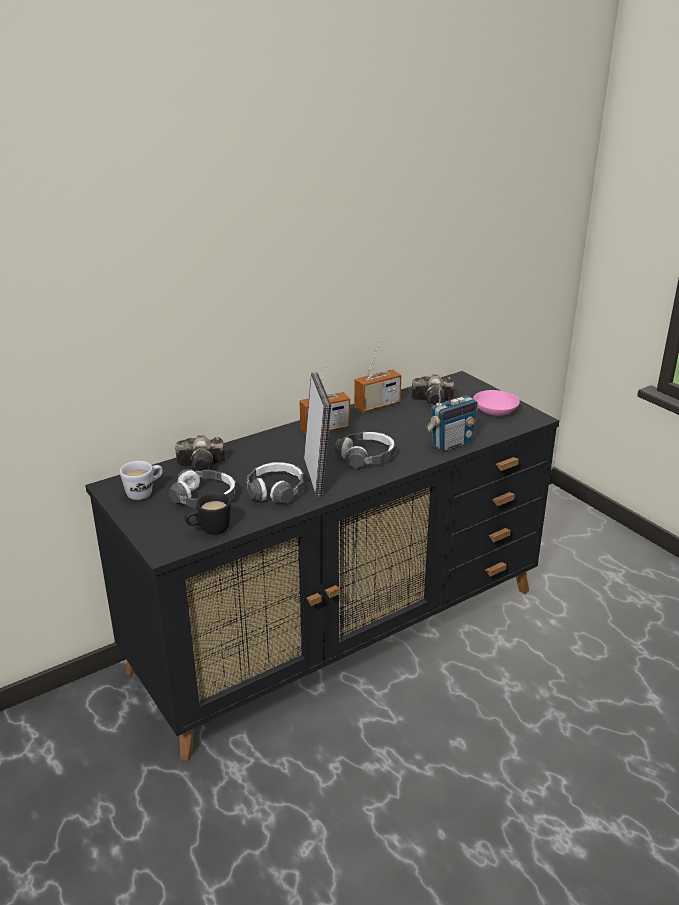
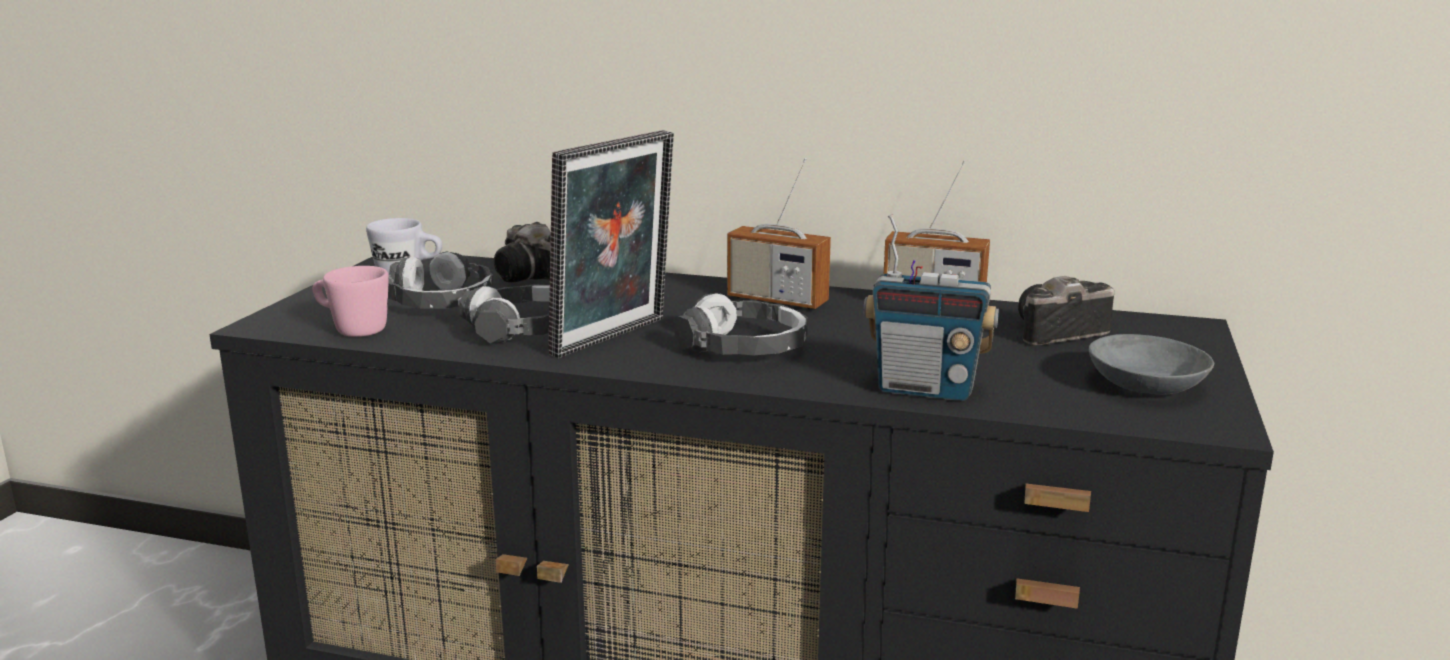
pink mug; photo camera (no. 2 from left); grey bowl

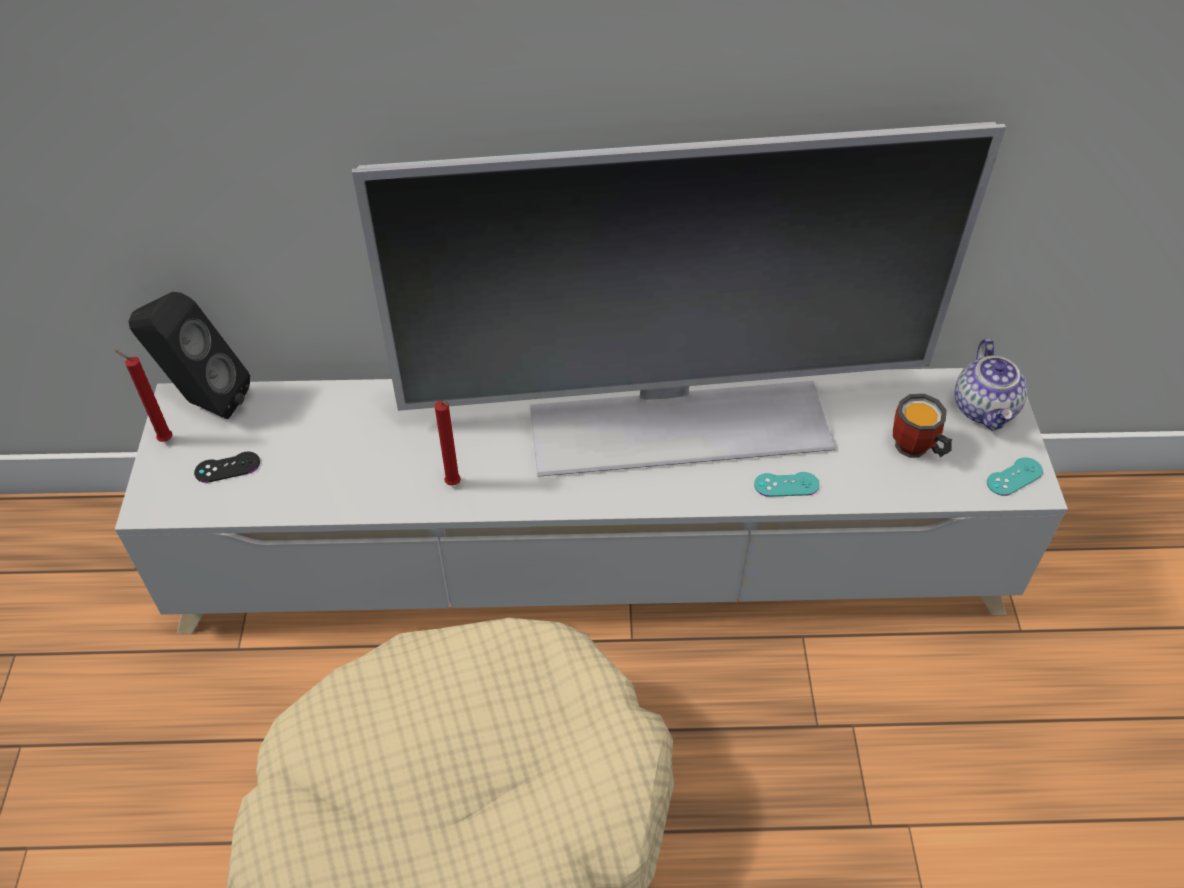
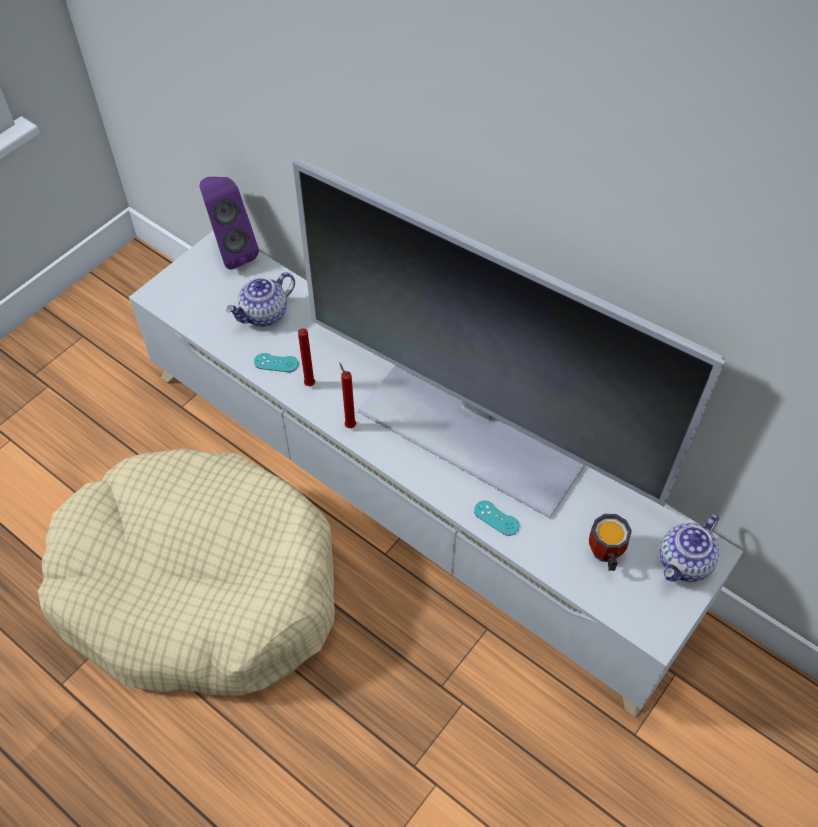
purple speaker; teapot (no. 1 from left); turquoise game controller (no. 1 from left); red candle (no. 2 from left); black game controller

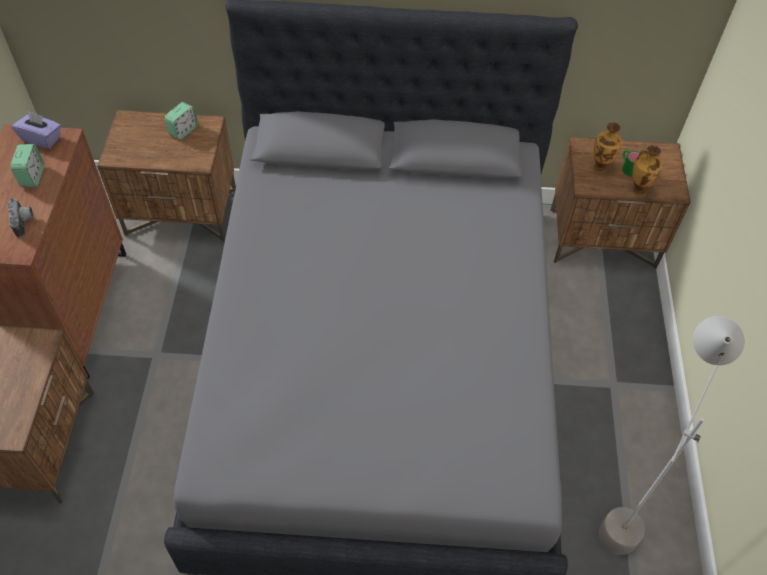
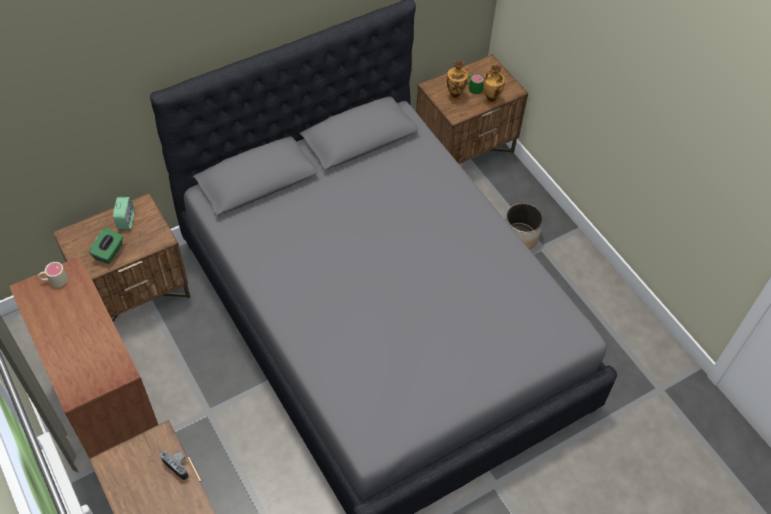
beige mug; green tissue box; photo camera; planter; alarm clock (no. 1 from left in the first image); grey floor lamp

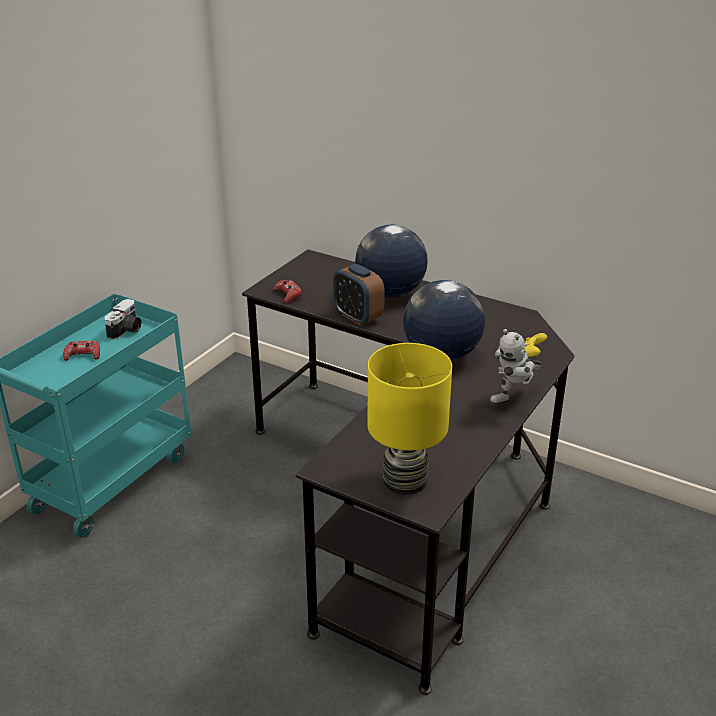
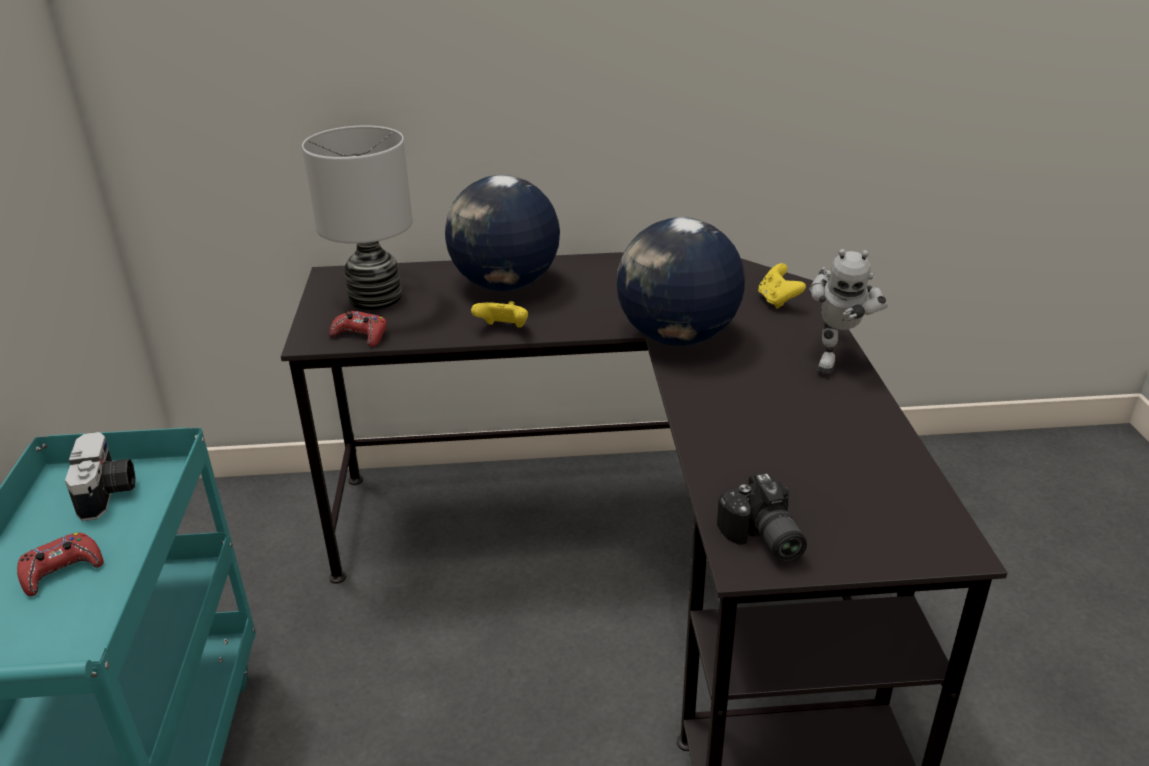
grey table lamp; yellow game controller (no. 1 from left); photo camera (no. 2 from left); yellow table lamp

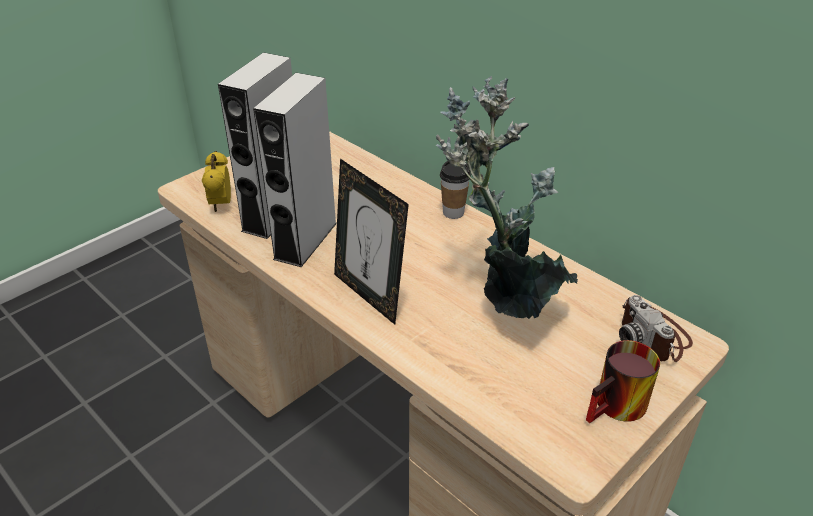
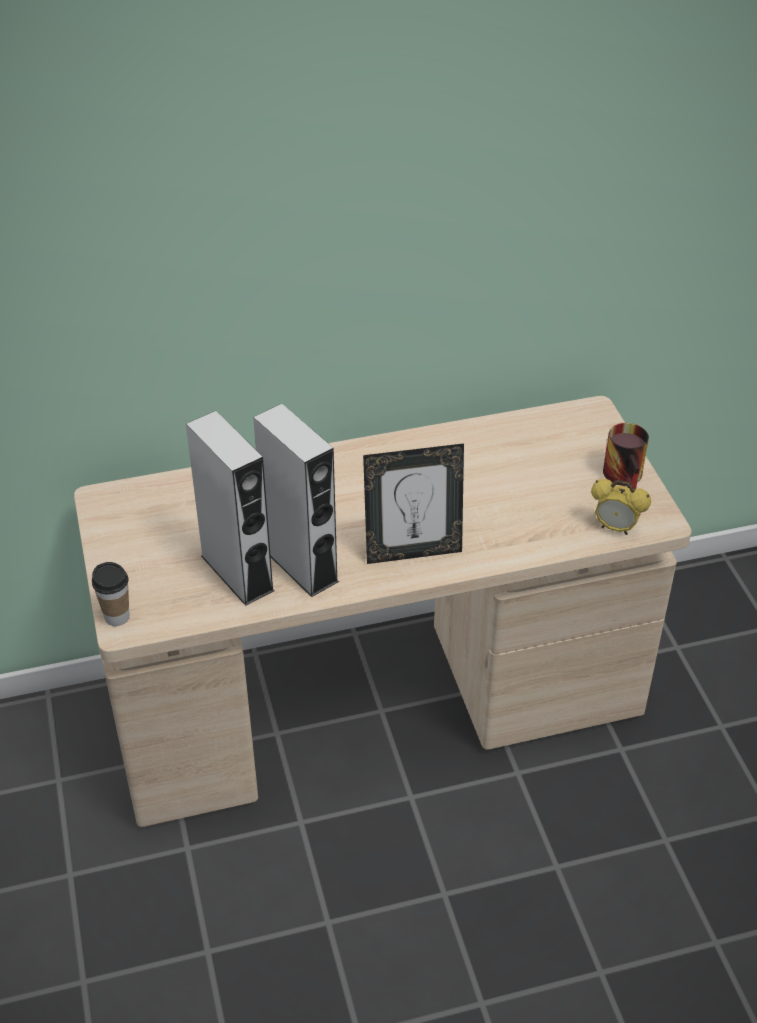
cup; alarm clock; potted plant; photo camera

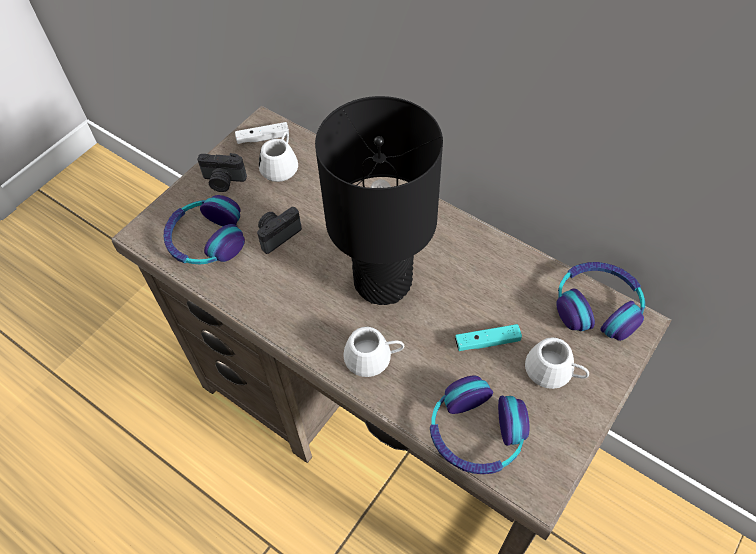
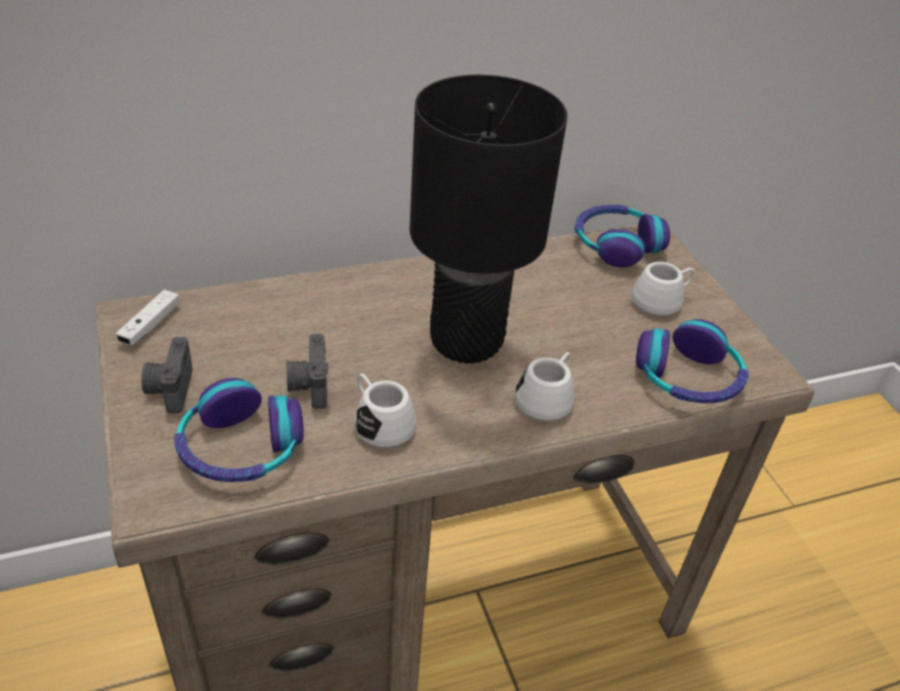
photo camera (no. 1 from left); white mug (no. 1 from left); turquoise game controller

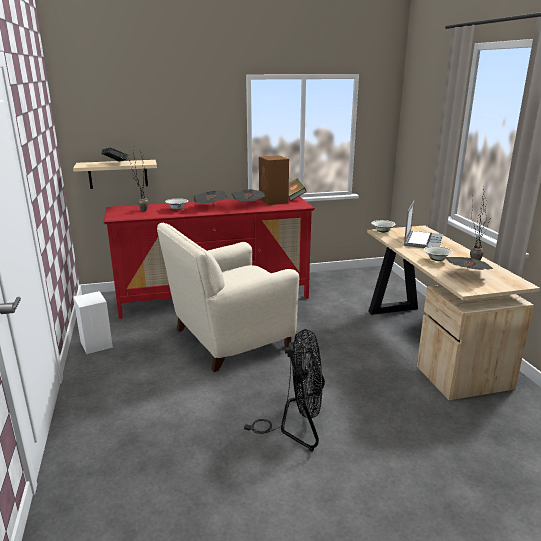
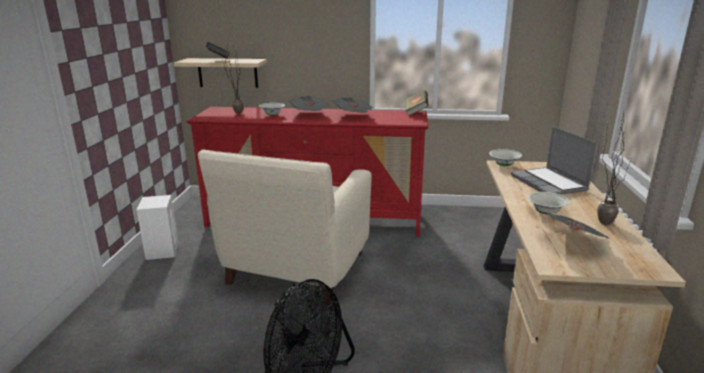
beige armchair; laptop; brown speaker

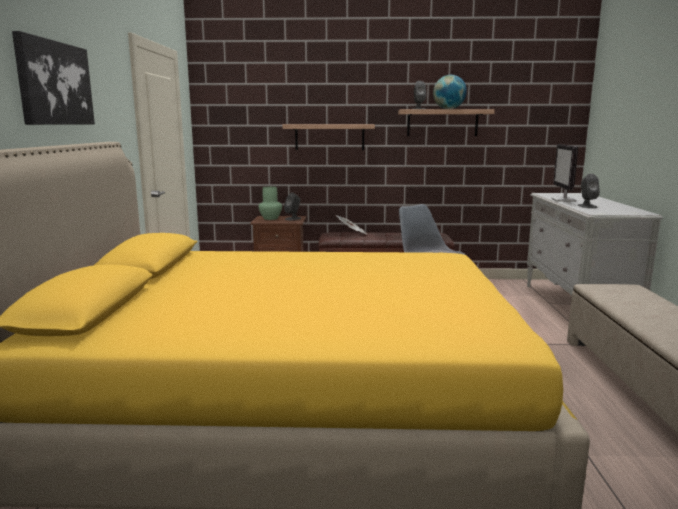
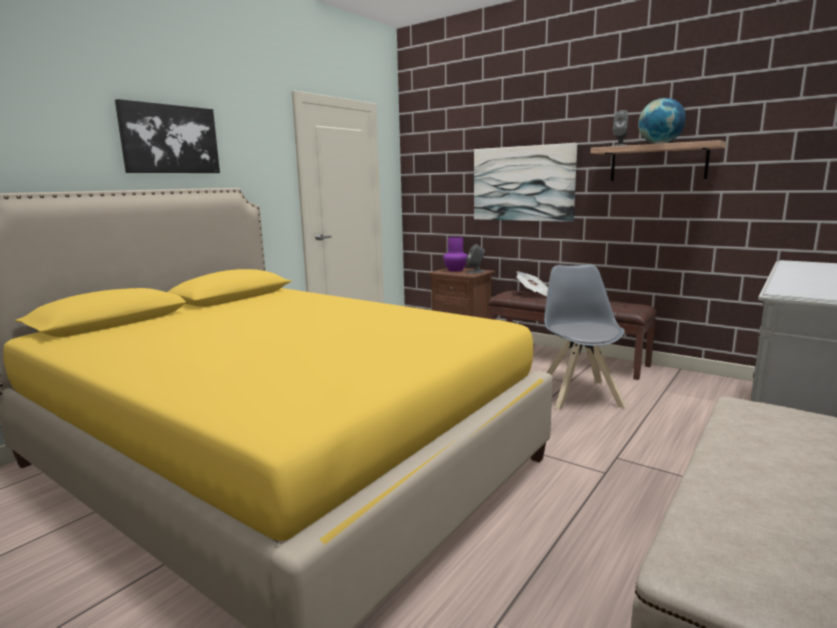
purple vase; picture (no. 2 from left); monitor; grey speaker (no. 3 from left in the first image)

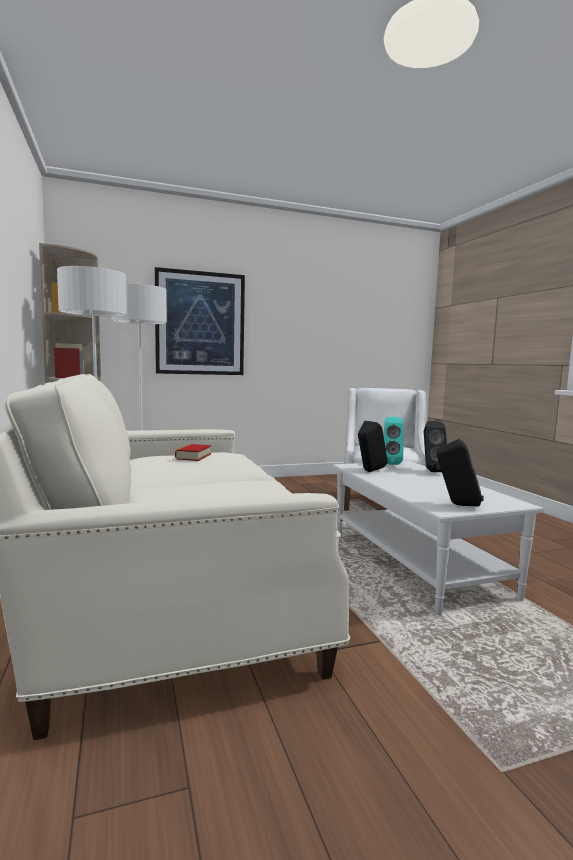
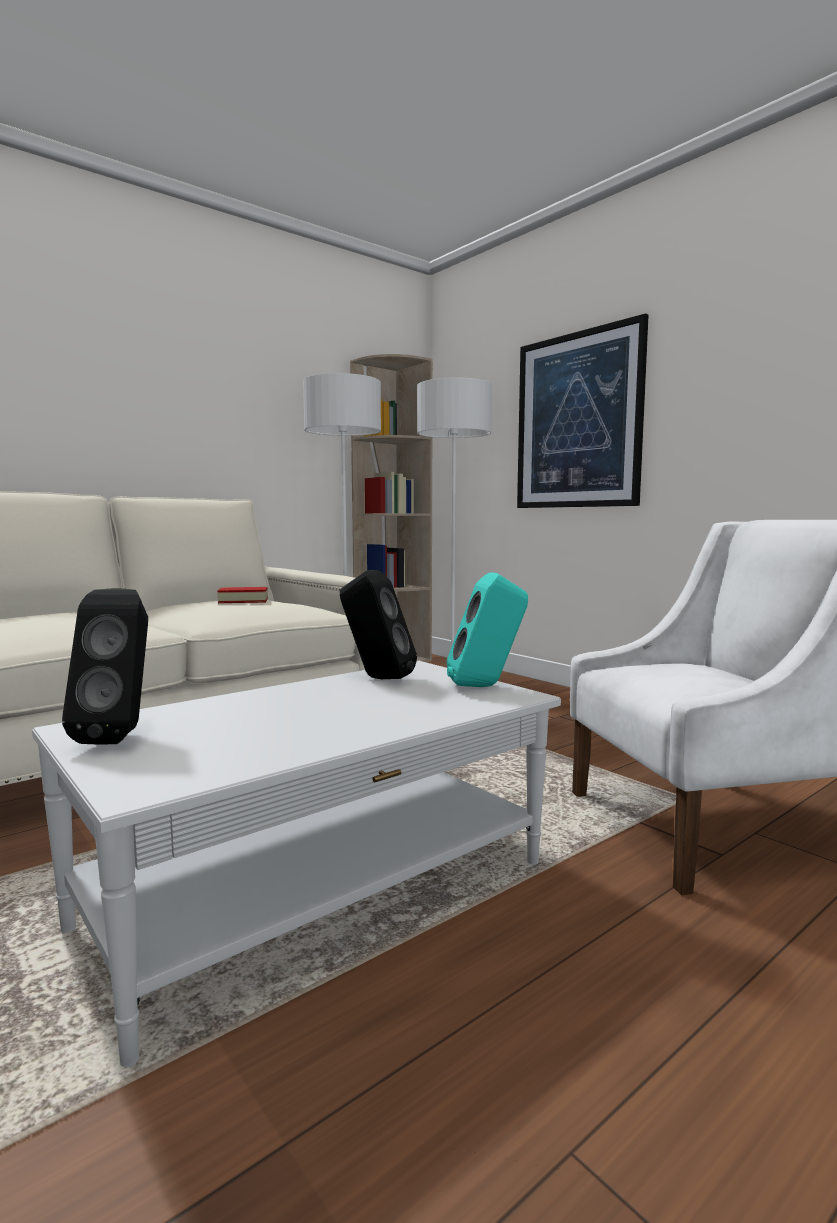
black speaker (no. 2 from left in the first image)

